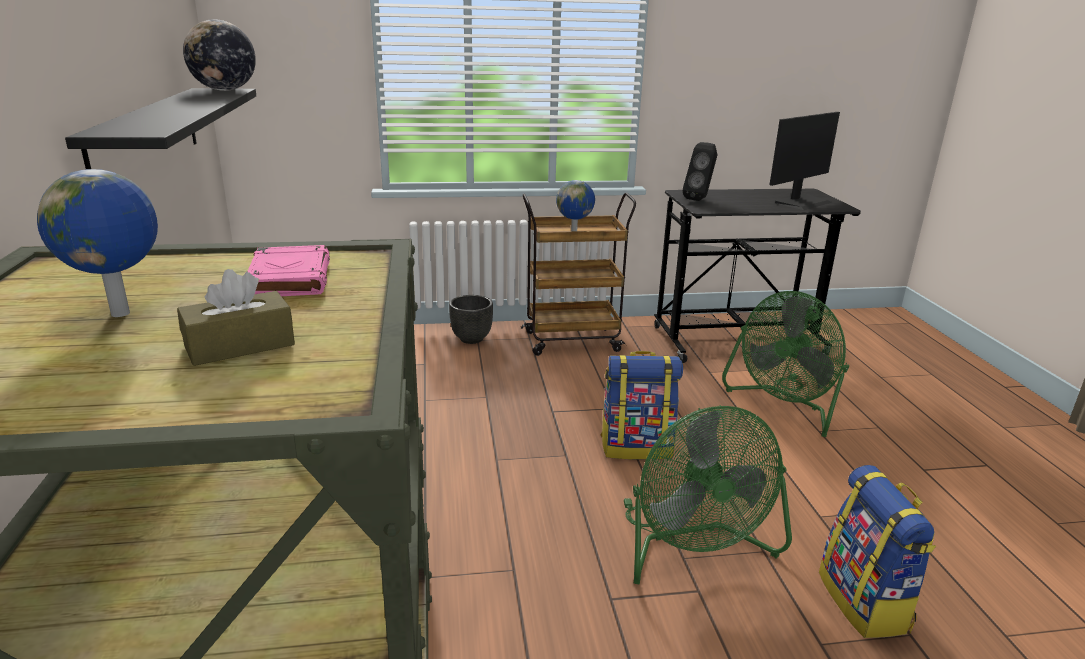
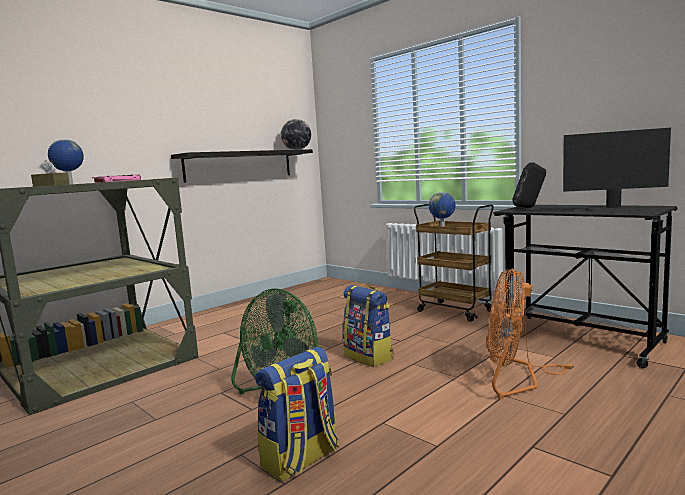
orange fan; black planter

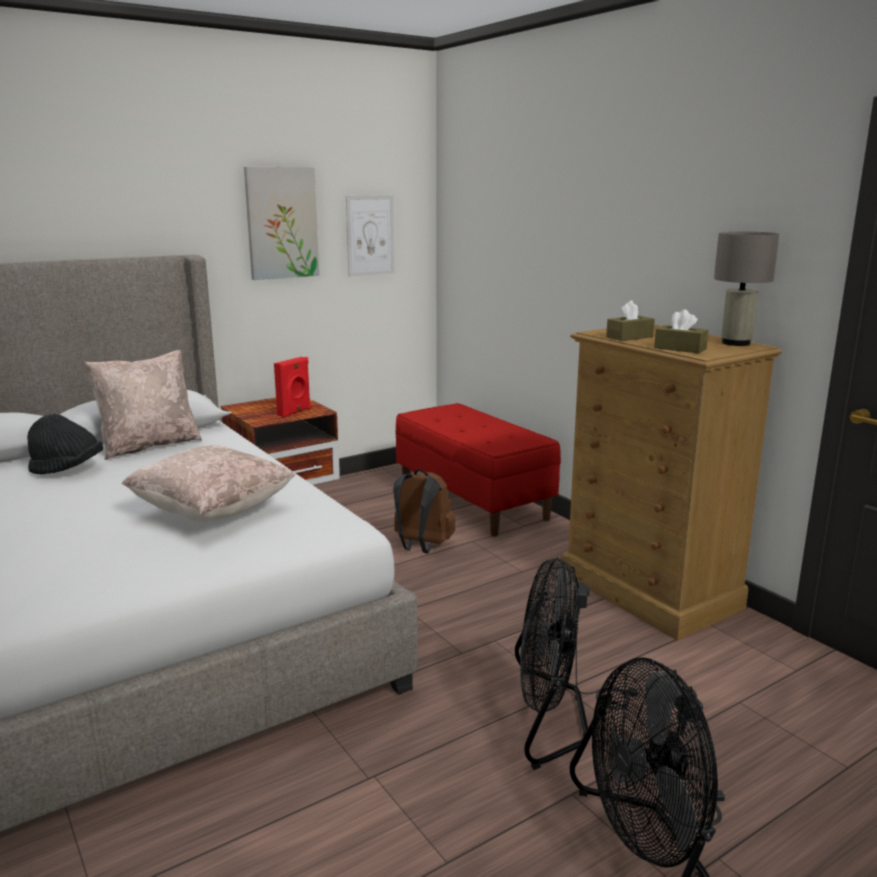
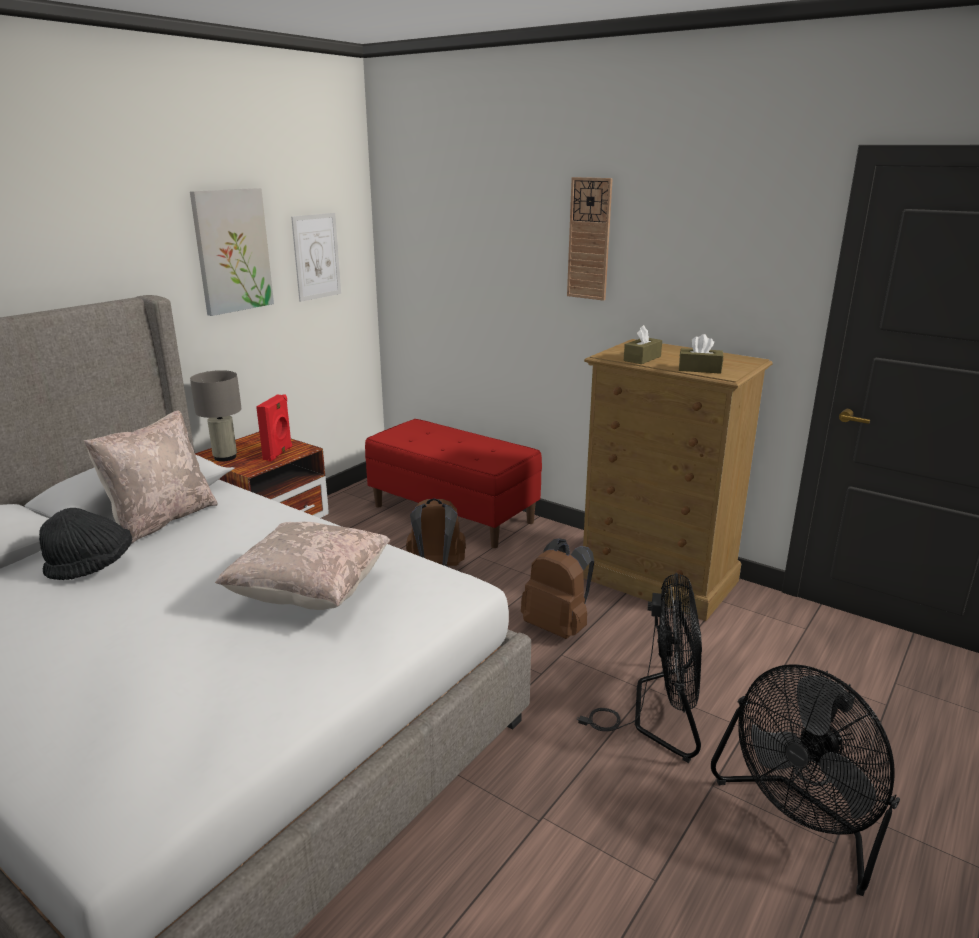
grey table lamp; brown backpack (no. 2 from left); wall clock; black fan (no. 1 from left)

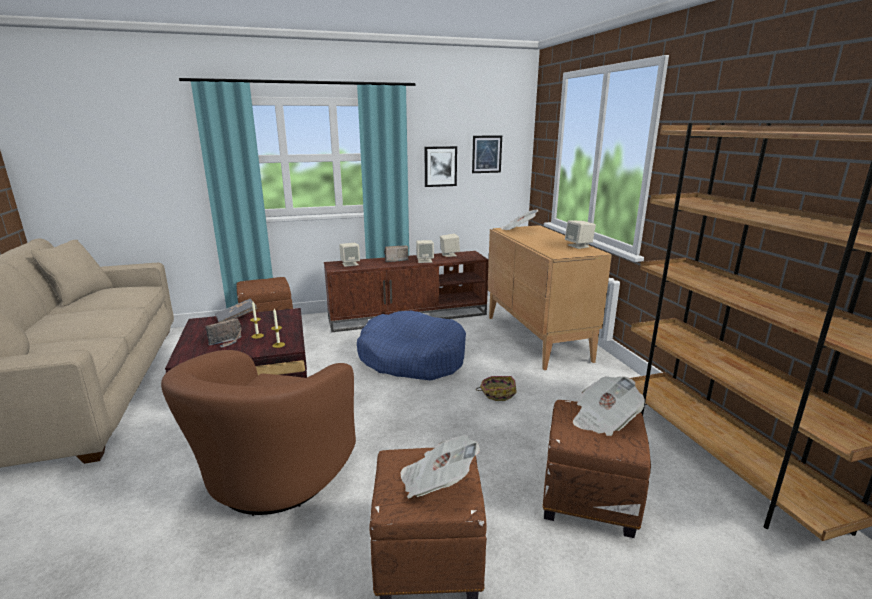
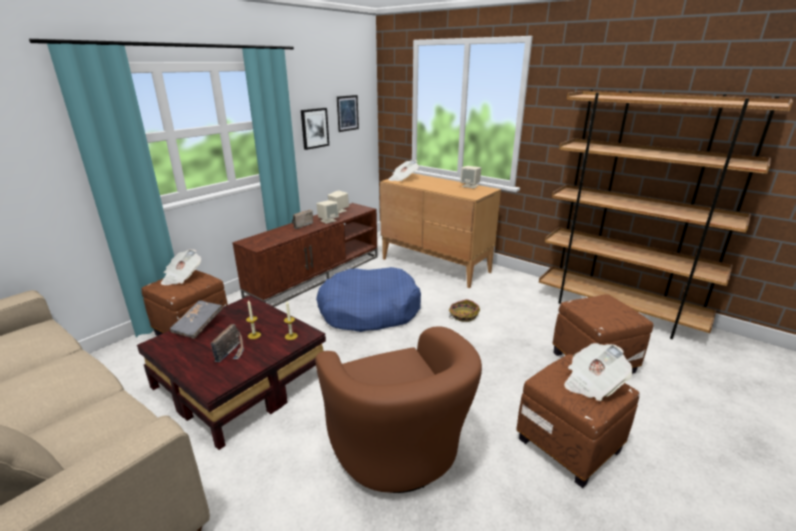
newspaper (no. 1 from left); beige speaker (no. 1 from left in the first image)

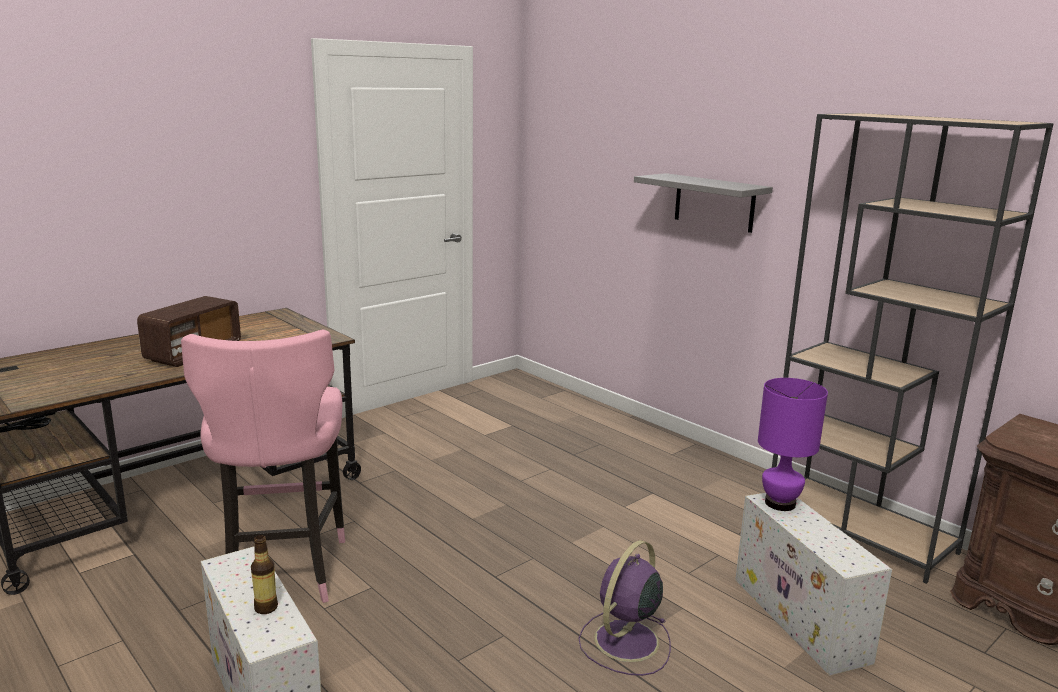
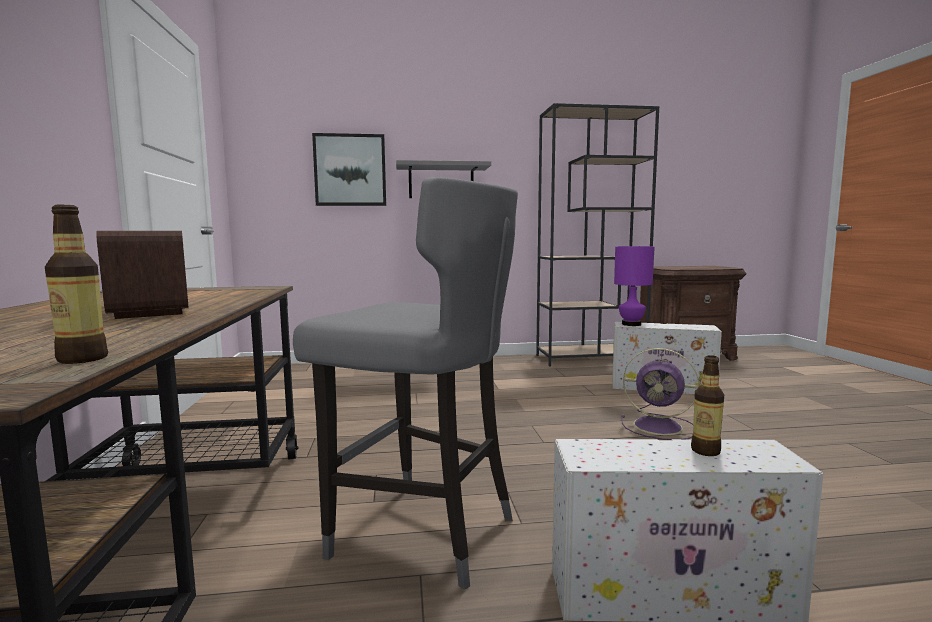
bottle (no. 1 from left); grey stool; picture; purple fan

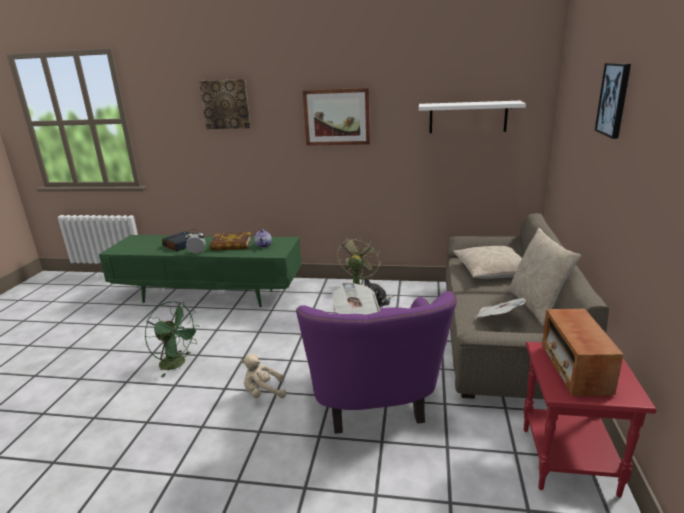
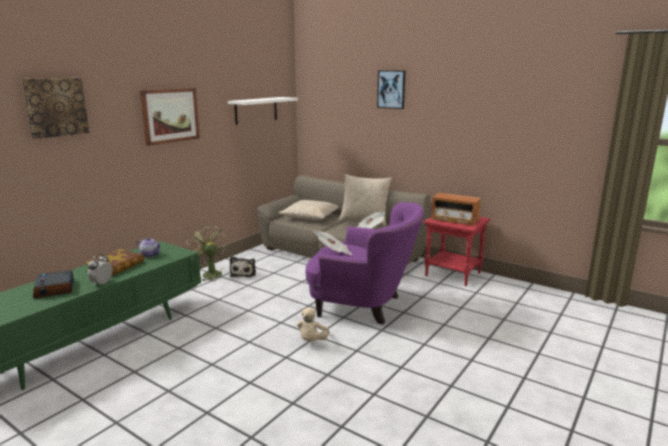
green fan (no. 1 from left in the first image)

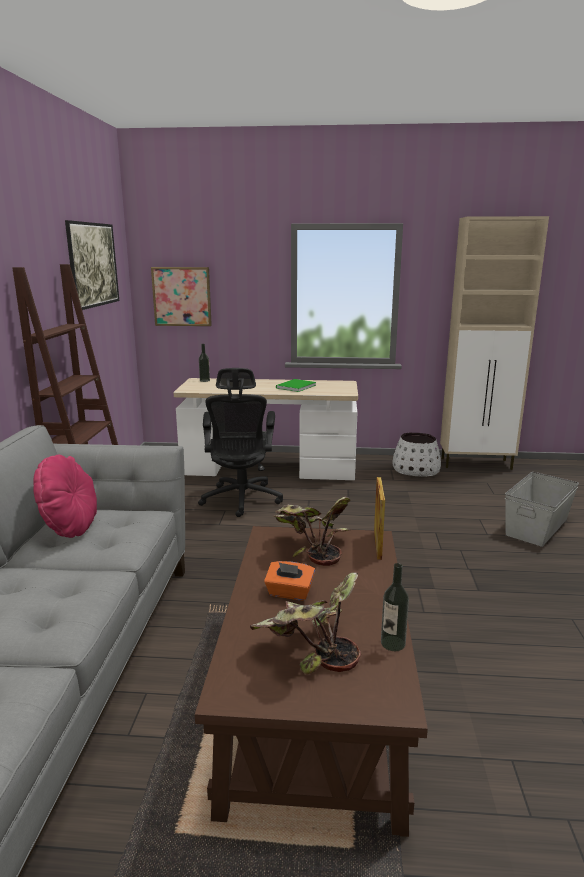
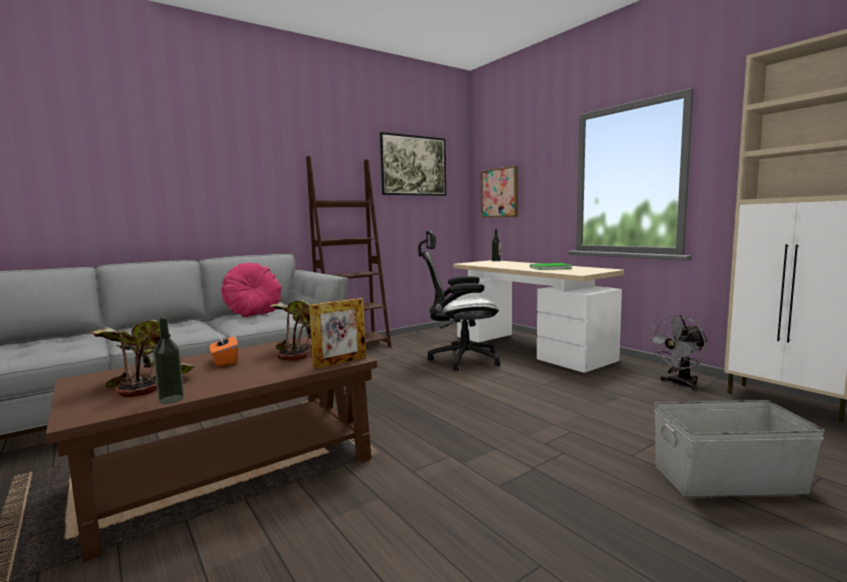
office chair; grey fan

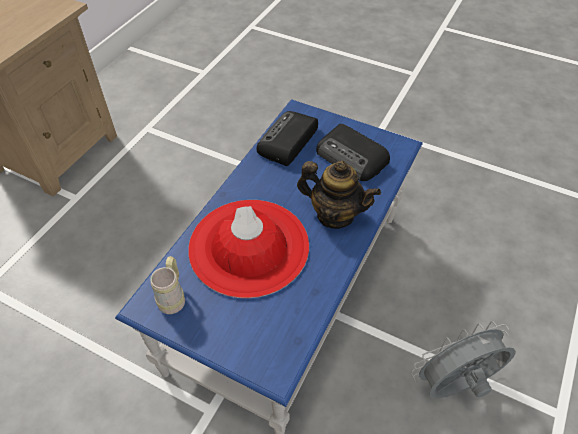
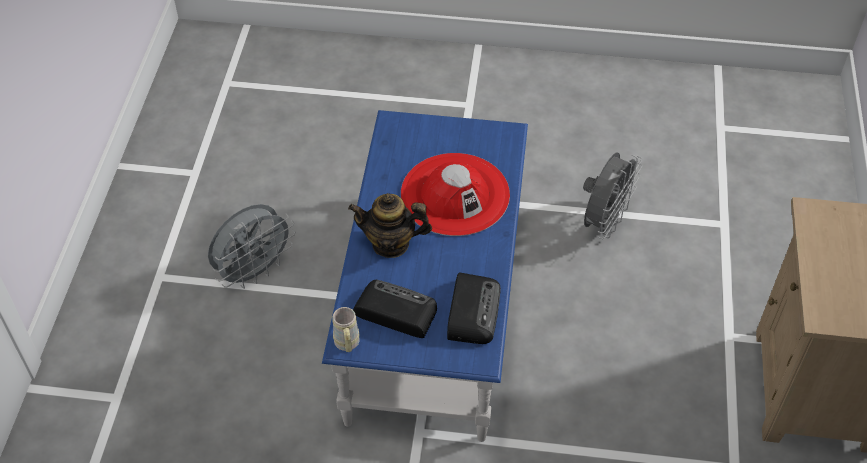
beige mug; grey fan (no. 2 from left)

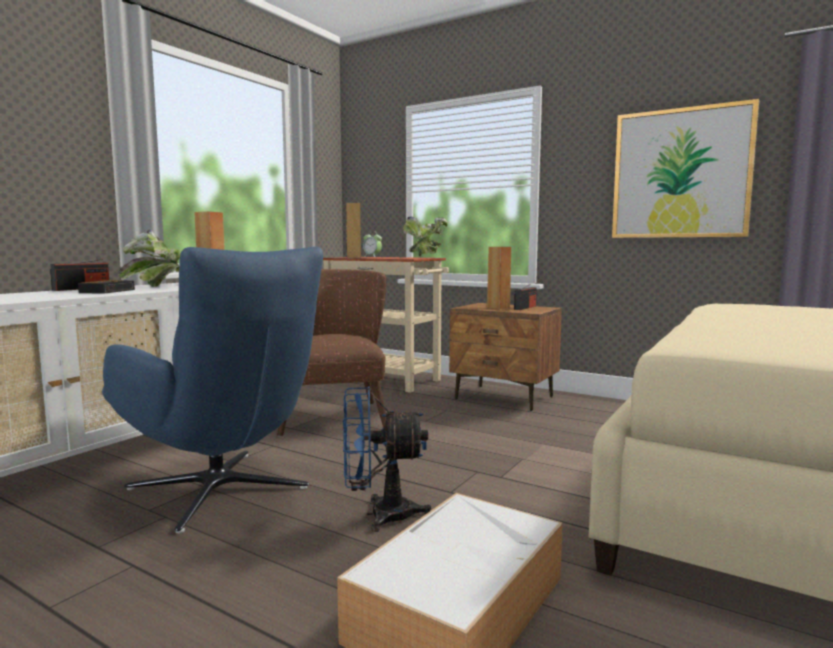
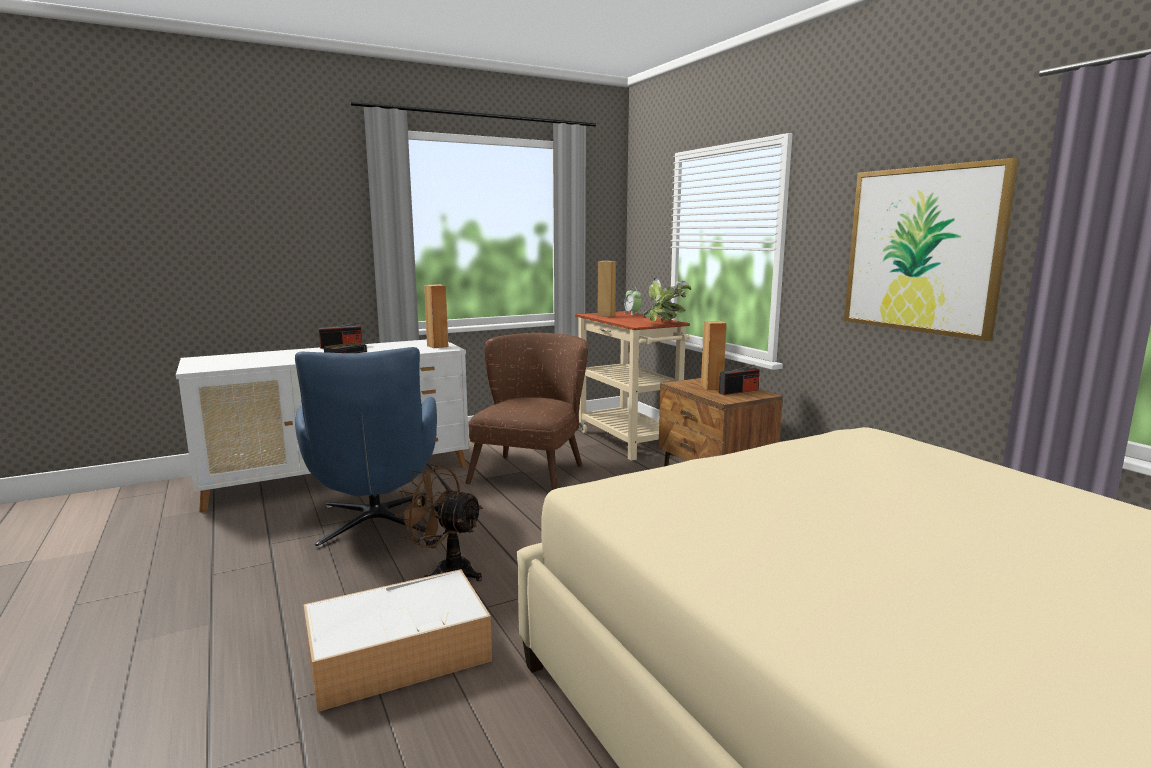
brown fan; potted plant (no. 1 from left in the first image)

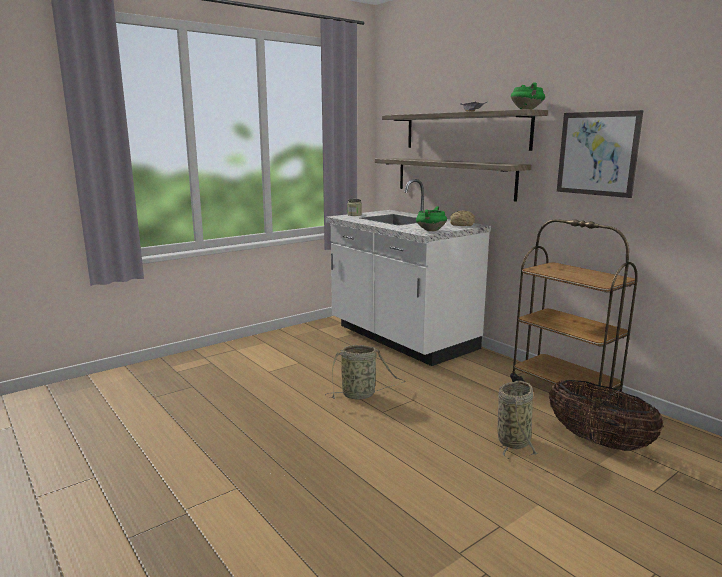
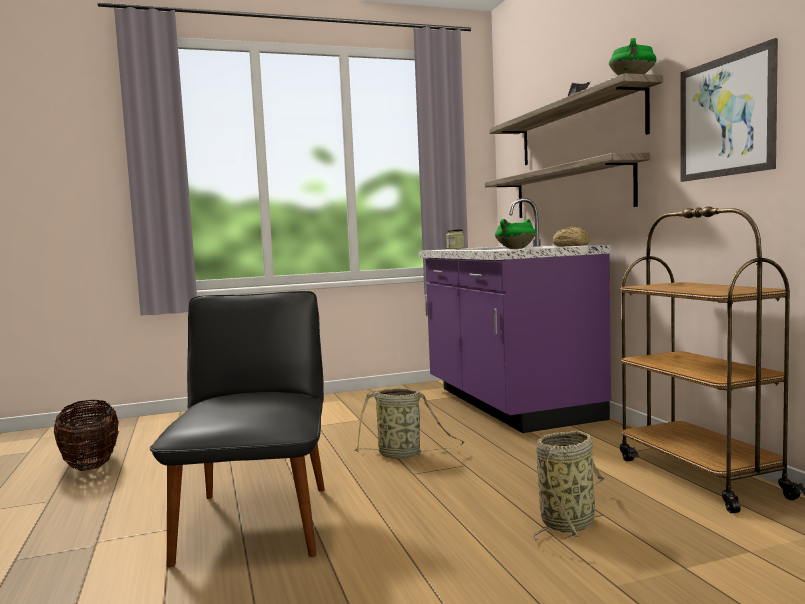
basket (no. 1 from left); black chair; purple counter

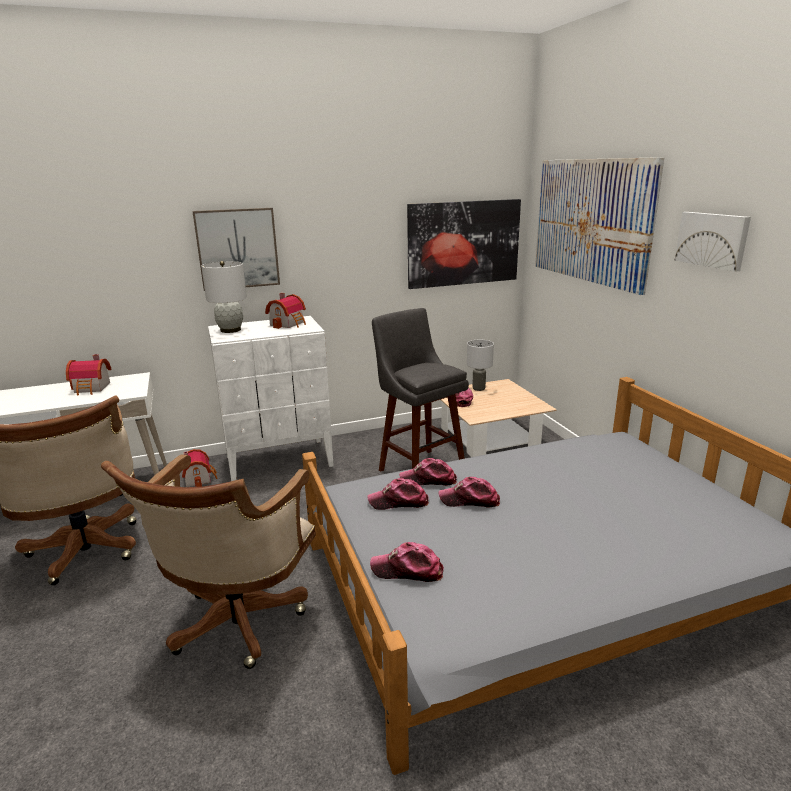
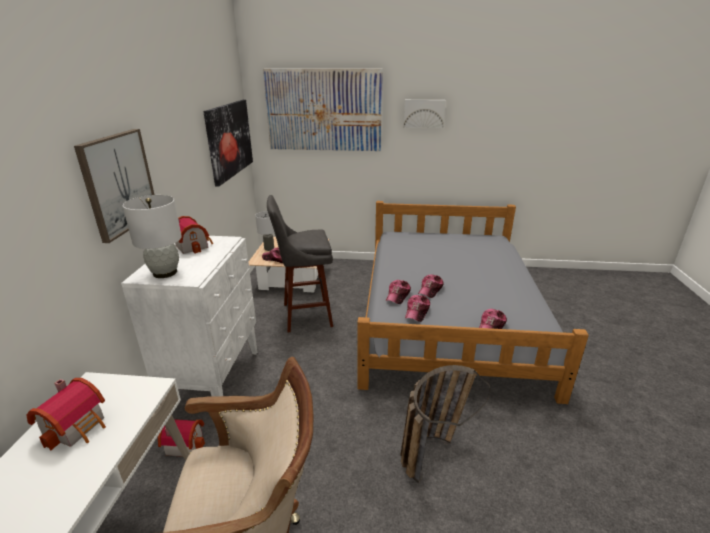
basket

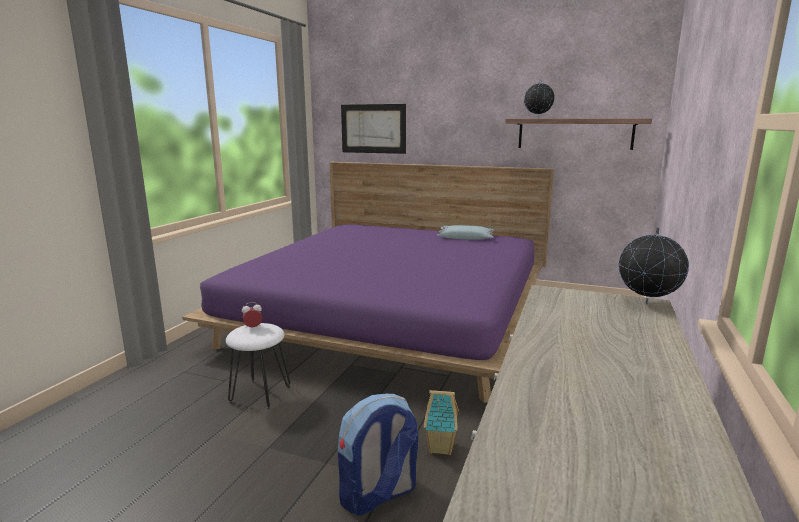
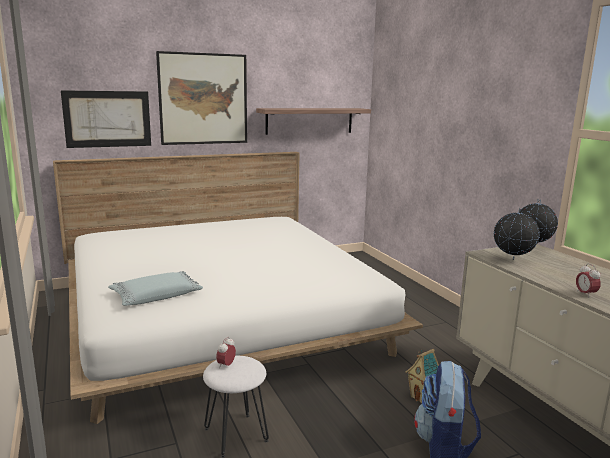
white bed; blue pillow; picture (no. 2 from left); globe (no. 1 from left); alarm clock (no. 2 from left)

